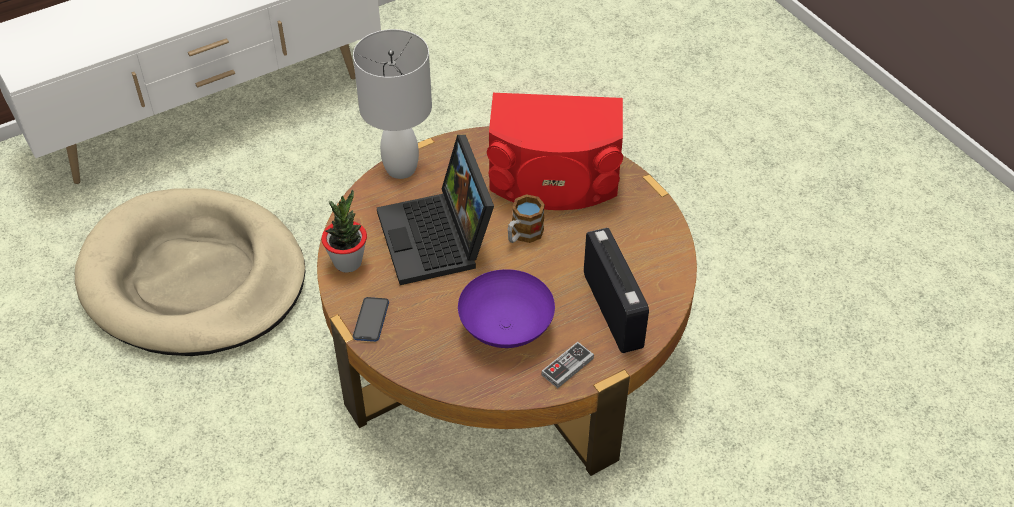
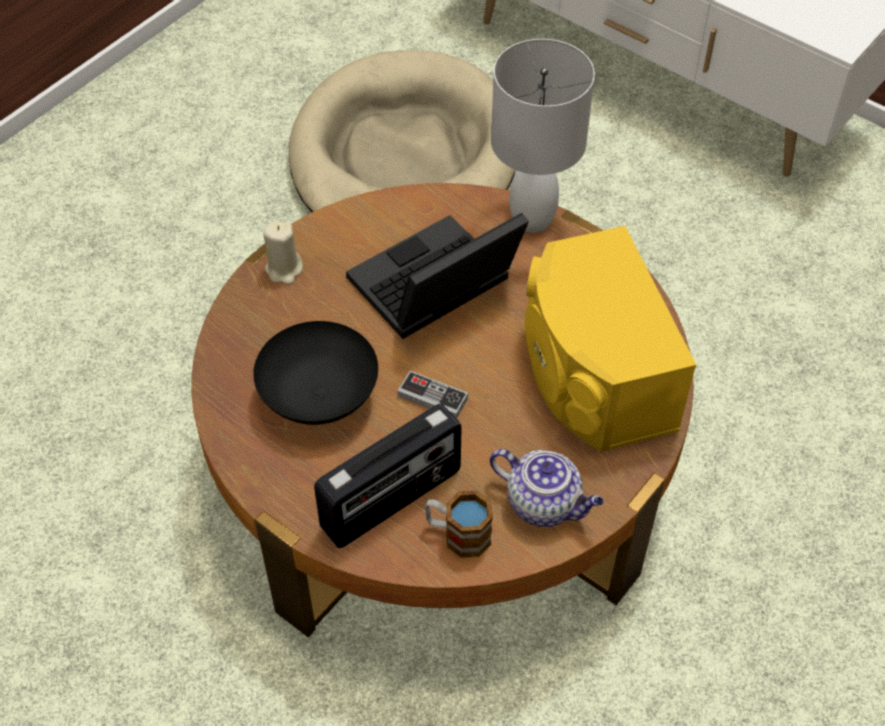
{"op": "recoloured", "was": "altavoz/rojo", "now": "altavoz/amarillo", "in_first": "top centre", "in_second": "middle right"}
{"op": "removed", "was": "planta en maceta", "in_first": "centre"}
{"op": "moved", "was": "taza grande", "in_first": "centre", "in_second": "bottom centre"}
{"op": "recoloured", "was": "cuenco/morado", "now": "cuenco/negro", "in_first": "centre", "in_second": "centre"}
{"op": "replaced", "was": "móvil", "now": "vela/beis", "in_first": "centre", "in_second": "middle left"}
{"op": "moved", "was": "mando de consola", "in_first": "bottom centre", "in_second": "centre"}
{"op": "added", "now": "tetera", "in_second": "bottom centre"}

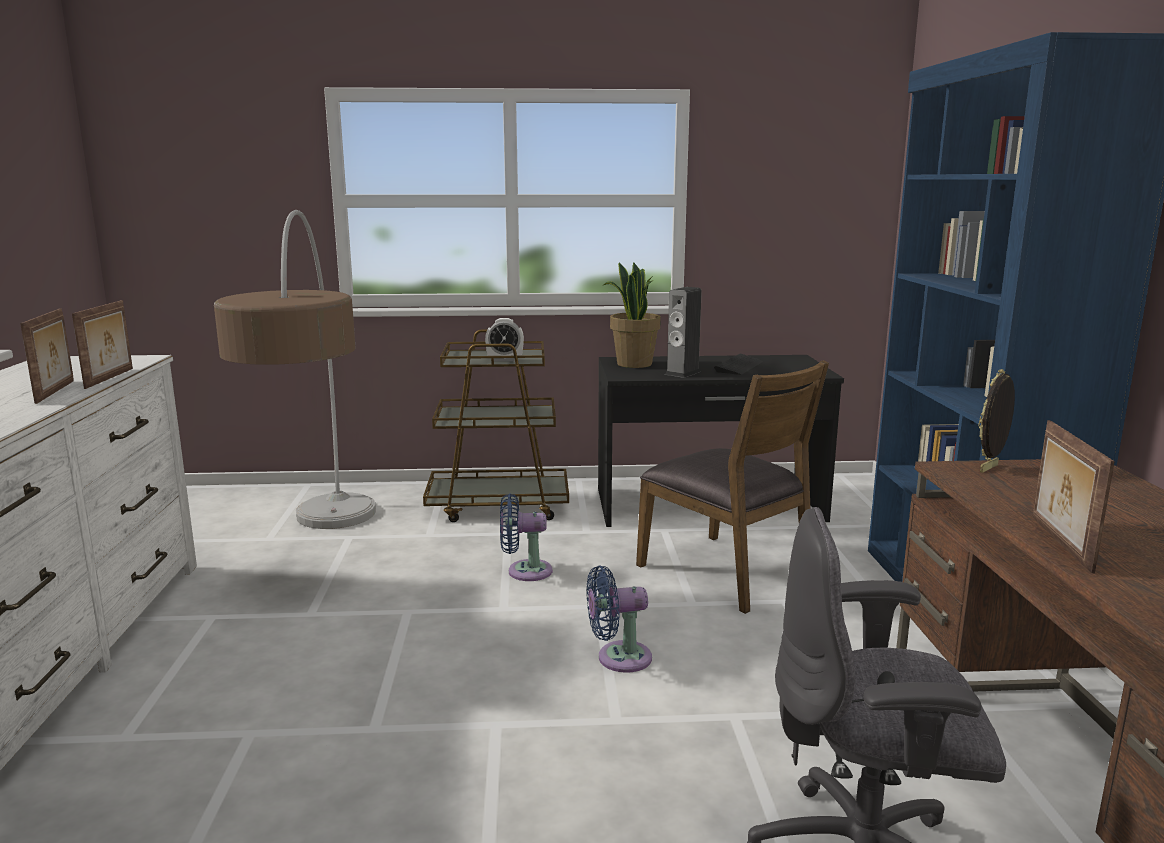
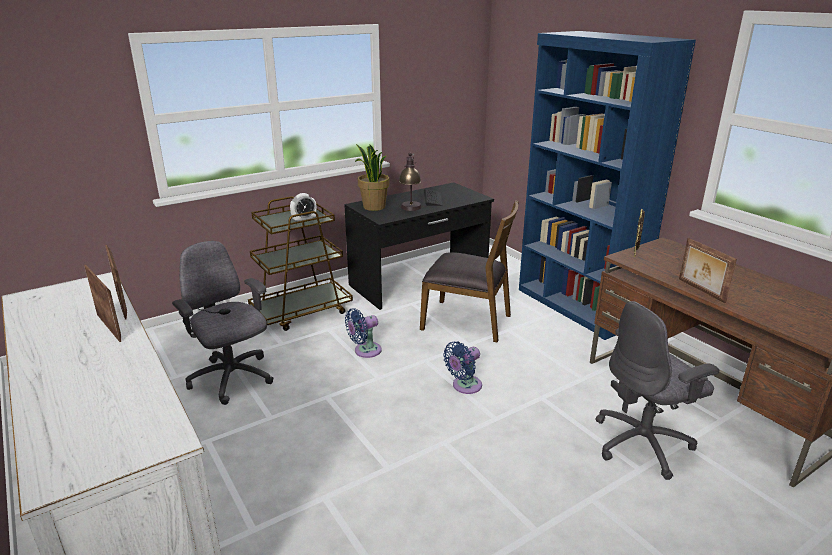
{"op": "replaced", "was": "lámpara de pie", "now": "silla de oficina/gris (1st from left)", "in_first": "middle left", "in_second": "middle left"}
{"op": "replaced", "was": "altavoz", "now": "lámpara de mesa", "in_first": "centre", "in_second": "top centre"}

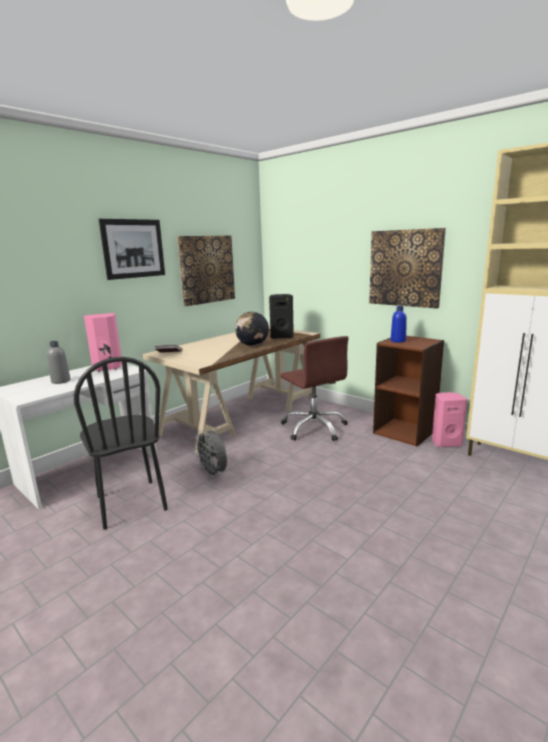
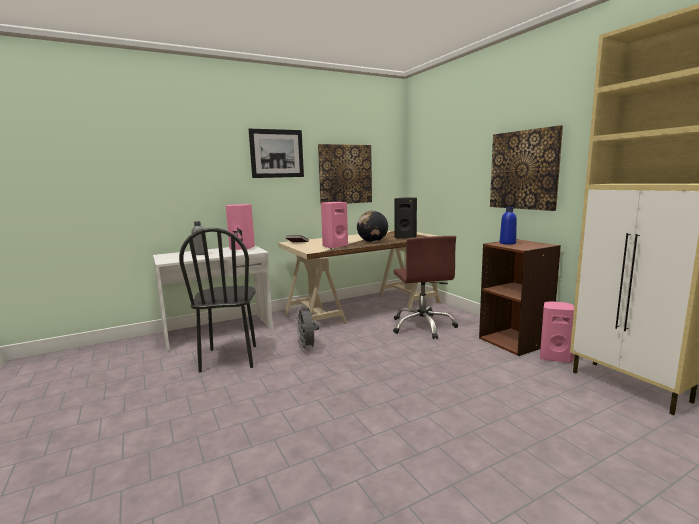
{"op": "added", "now": "altavoz/rosa (2nd from left)", "in_second": "centre"}

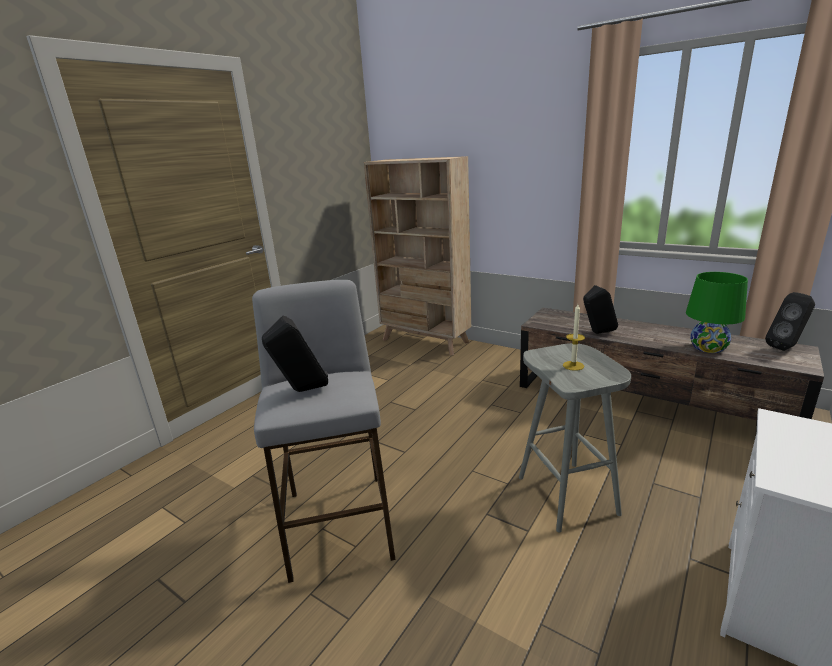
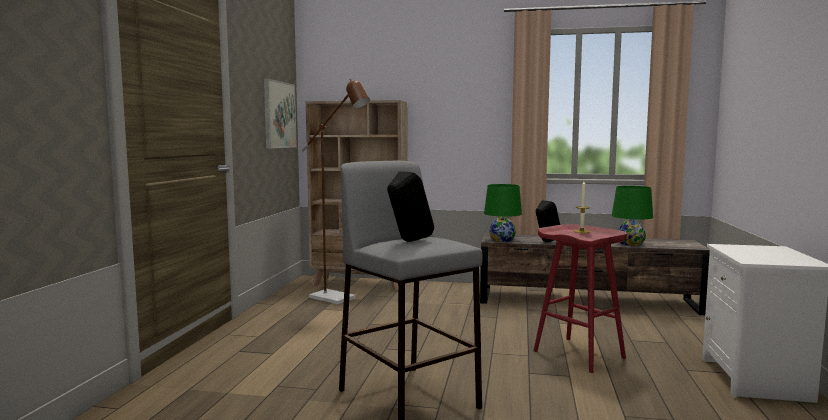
{"op": "removed", "was": "altavoz/negro (3rd from left)", "in_first": "middle right"}
{"op": "recoloured", "was": "taburete/gris (2nd from left)", "now": "taburete/rojo", "in_first": "middle right", "in_second": "bottom right"}
{"op": "added", "now": "cuadro", "in_second": "top centre"}
{"op": "added", "now": "lámpara de pie/marrón", "in_second": "centre"}
{"op": "added", "now": "lámpara de mesa/verde (1st from left)", "in_second": "centre"}

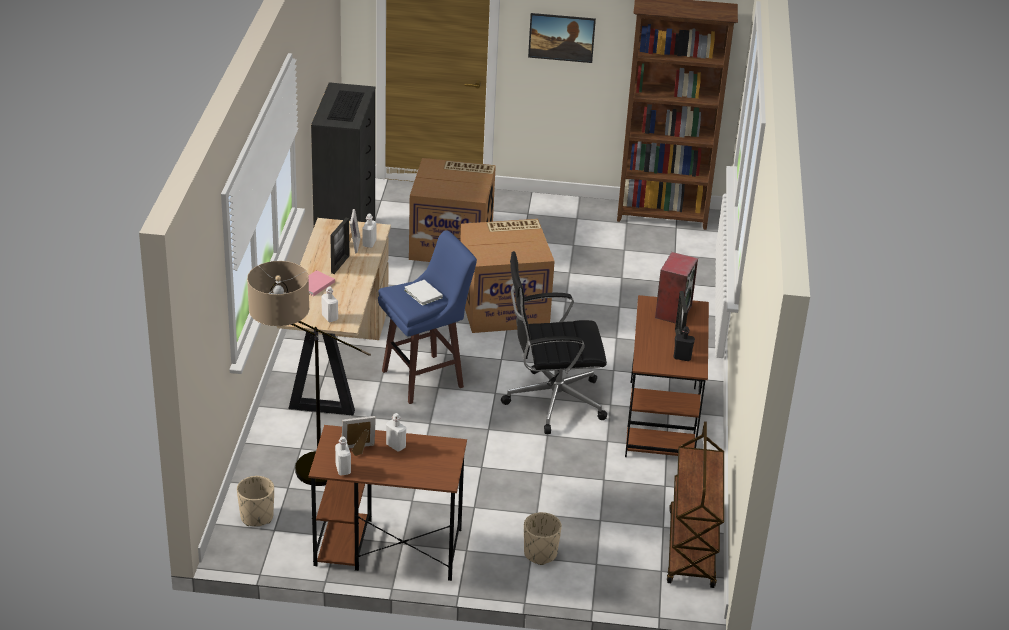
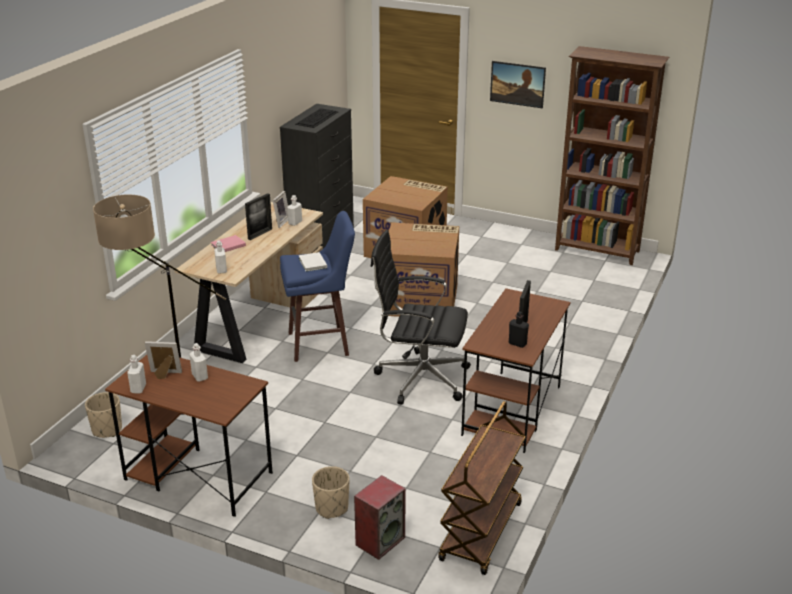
{"op": "moved", "was": "altavoz", "in_first": "middle right", "in_second": "bottom centre"}

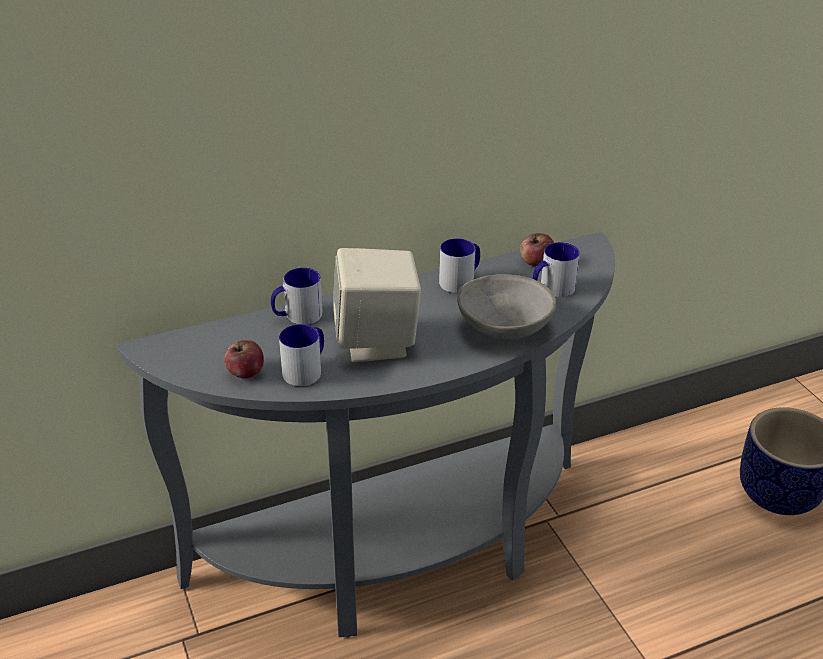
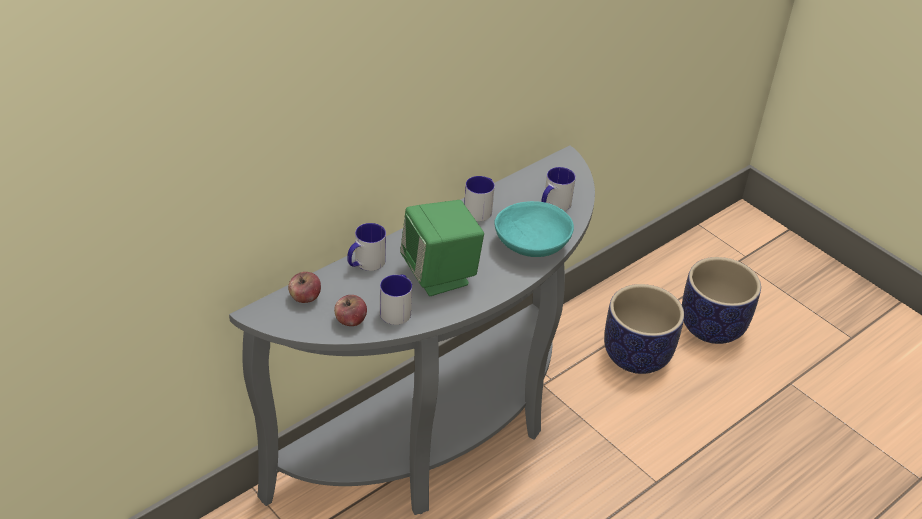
{"op": "moved", "was": "manzana (2nd from left in the first image)", "now": "manzana (1st from left)", "in_first": "centre", "in_second": "middle left"}
{"op": "recoloured", "was": "altavoz/beis", "now": "altavoz/verde", "in_first": "centre", "in_second": "centre"}
{"op": "recoloured", "was": "cuenco/gris", "now": "cuenco/turquesa", "in_first": "centre", "in_second": "centre"}
{"op": "added", "now": "maceta (1st from left)", "in_second": "middle right"}

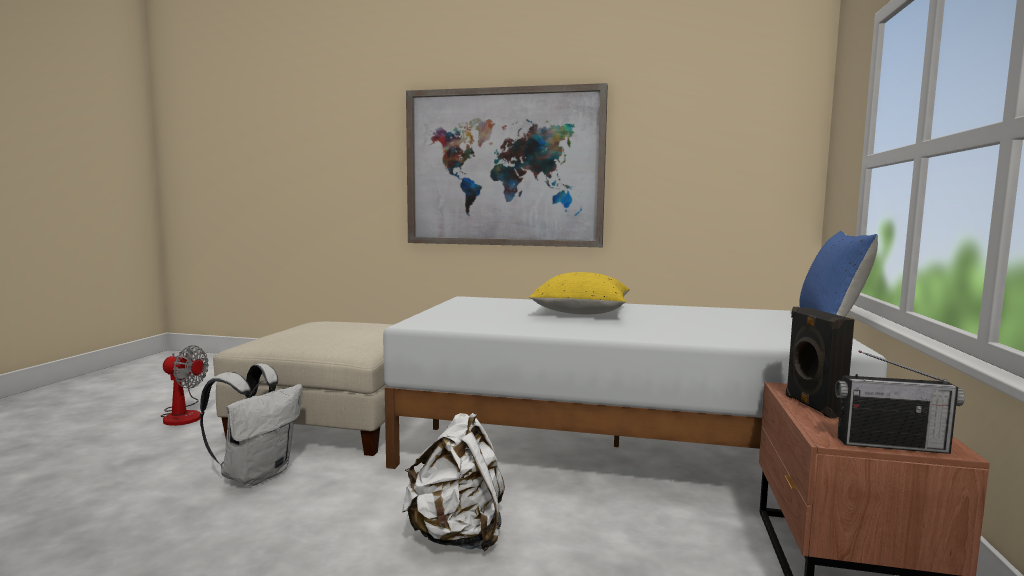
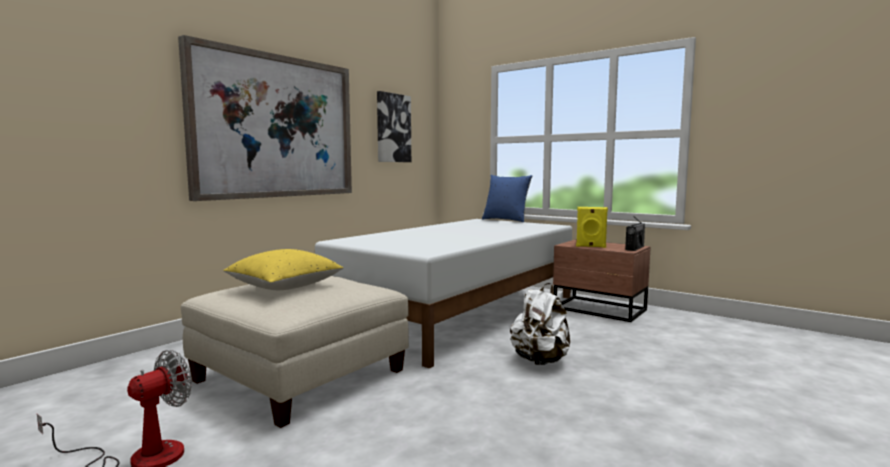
{"op": "moved", "was": "cojín/amarillo", "in_first": "centre", "in_second": "middle left"}
{"op": "recoloured", "was": "altavoz/negro", "now": "altavoz/amarillo", "in_first": "middle right", "in_second": "centre"}
{"op": "removed", "was": "mochila/blanco (1st from left)", "in_first": "bottom left"}
{"op": "added", "now": "cuadro (2nd from left)", "in_second": "top centre"}

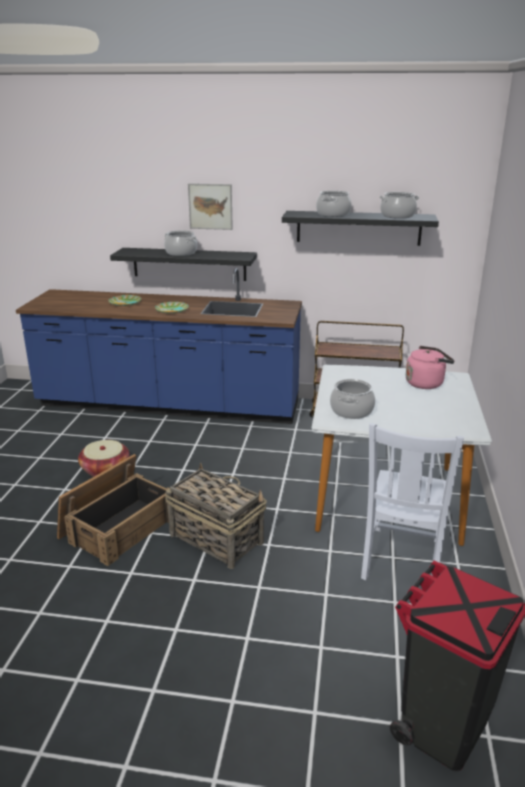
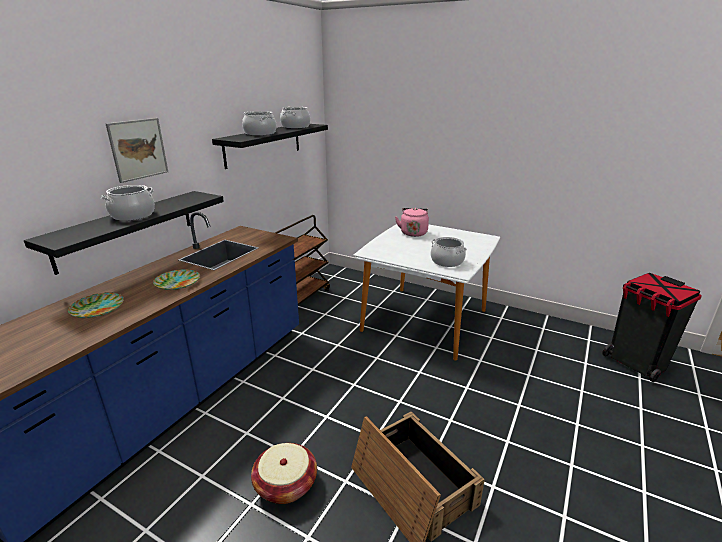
{"op": "removed", "was": "silla/blanco", "in_first": "middle right"}
{"op": "removed", "was": "cesta (2nd from left)", "in_first": "centre"}

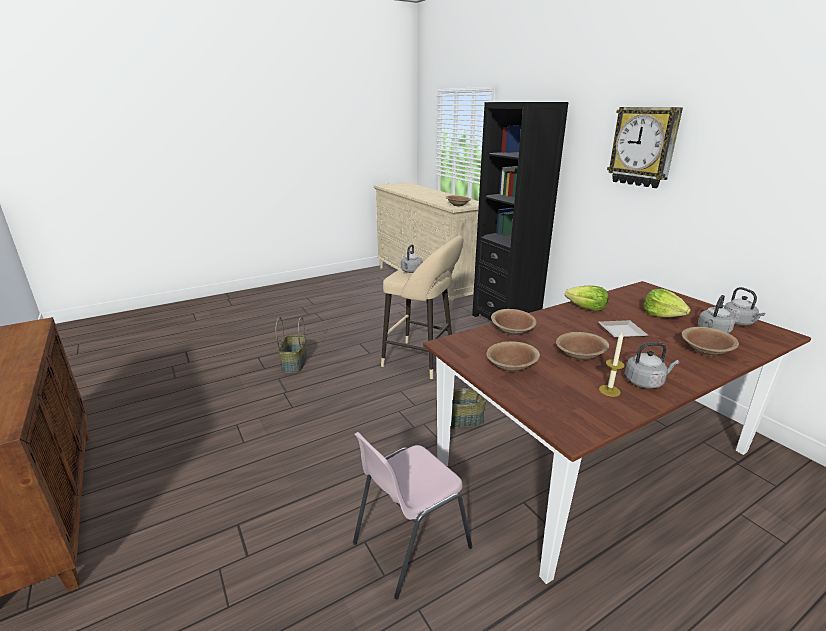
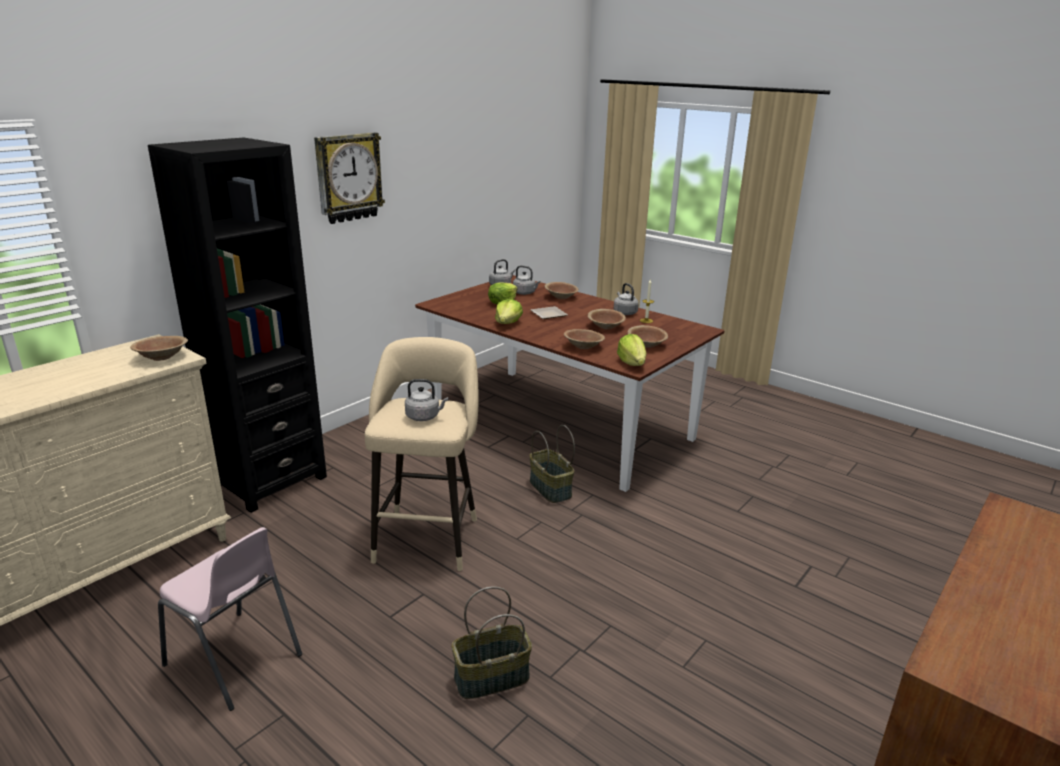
{"op": "moved", "was": "silla/rosa", "in_first": "bottom centre", "in_second": "bottom left"}
{"op": "added", "now": "lechuga (3rd from left)", "in_second": "centre"}

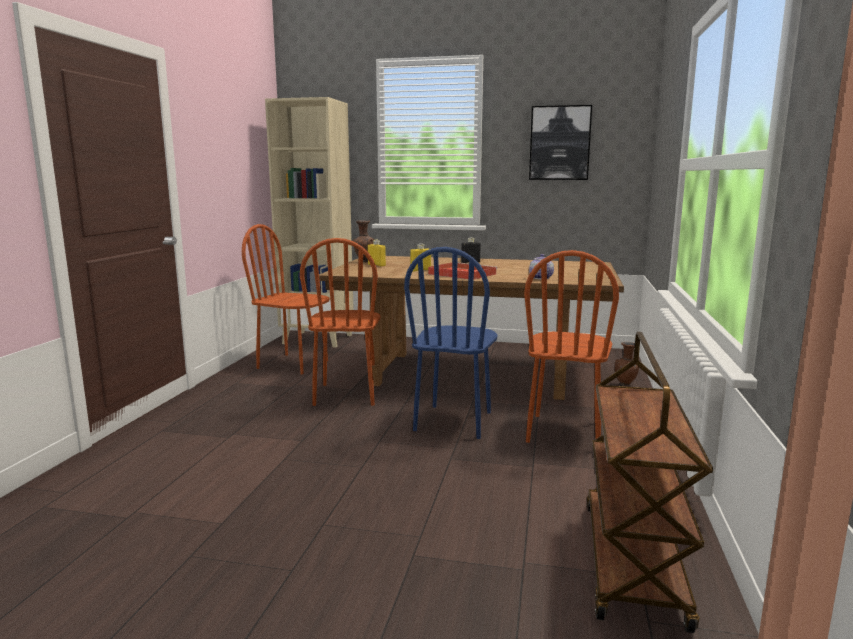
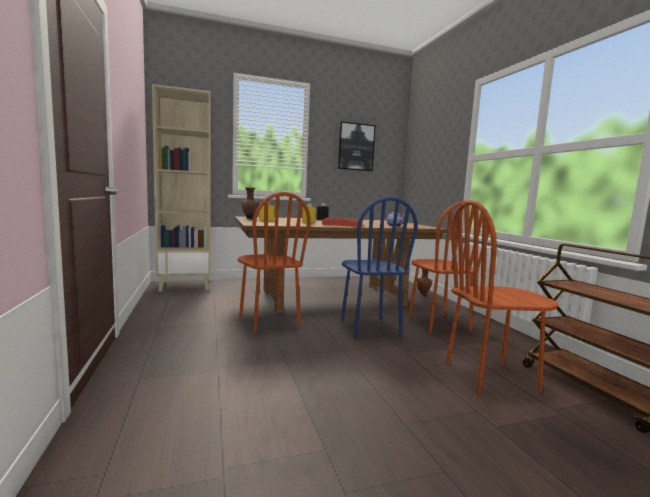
{"op": "moved", "was": "silla/marrón (1st from left in the first image)", "now": "silla/marrón (3rd from left)", "in_first": "centre", "in_second": "middle right"}

